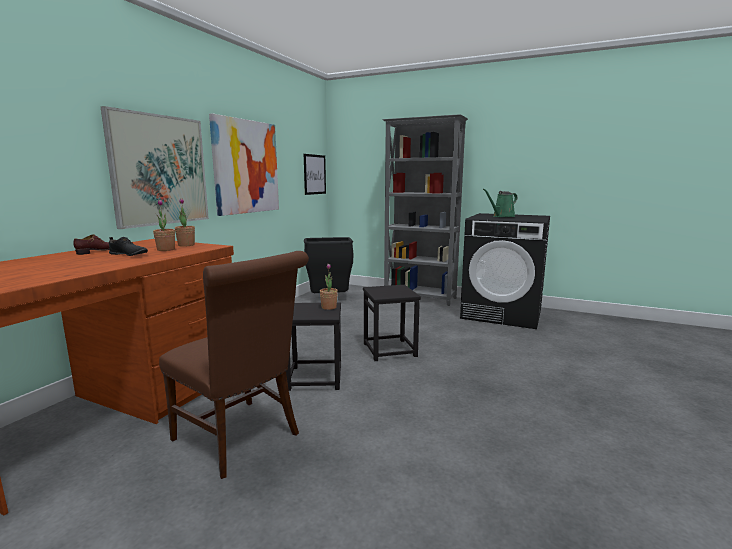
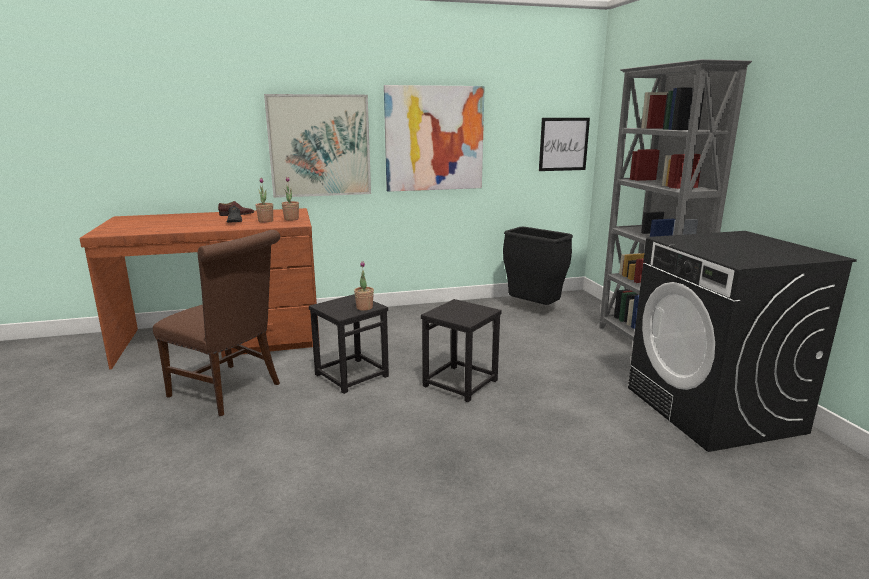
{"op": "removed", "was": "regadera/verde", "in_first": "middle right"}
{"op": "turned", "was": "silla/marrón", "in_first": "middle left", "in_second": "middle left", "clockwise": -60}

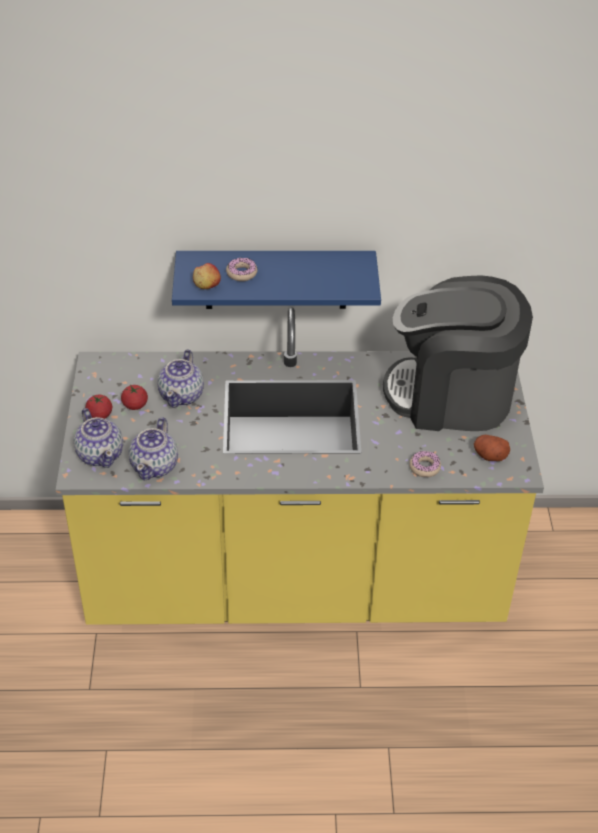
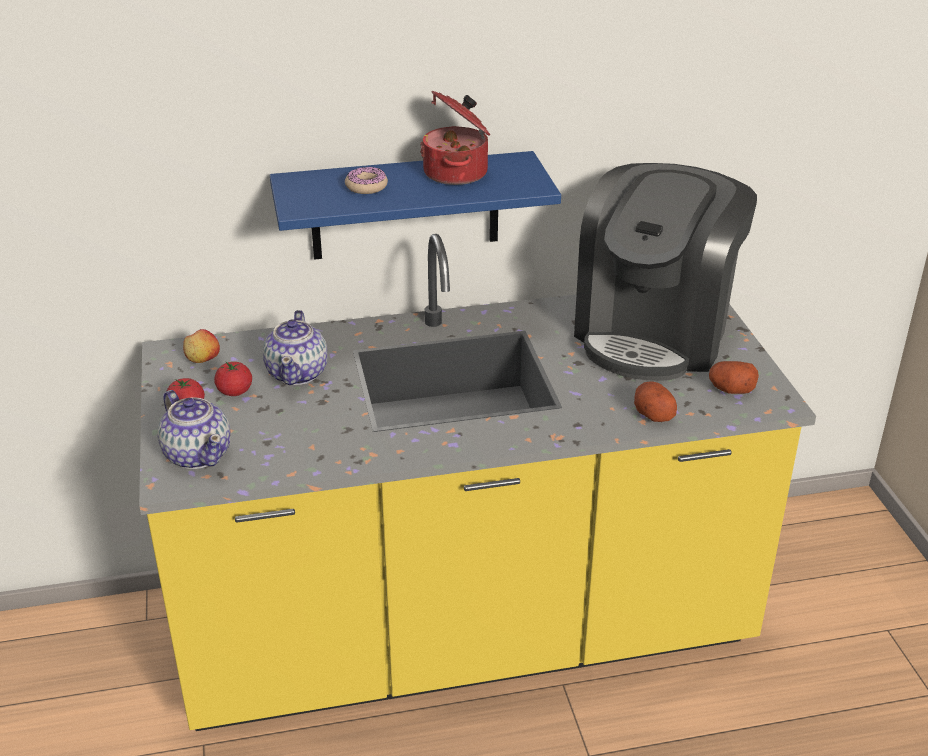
{"op": "moved", "was": "manzana", "in_first": "top centre", "in_second": "middle left"}
{"op": "turned", "was": "cafetera", "in_first": "middle right", "in_second": "middle right", "clockwise": -60}
{"op": "removed", "was": "tetera (2nd from left)", "in_first": "middle left"}
{"op": "replaced", "was": "rosquilla (2nd from left)", "now": "patata (1st from left)", "in_first": "middle right", "in_second": "middle right"}
{"op": "added", "now": "olla", "in_second": "top centre"}

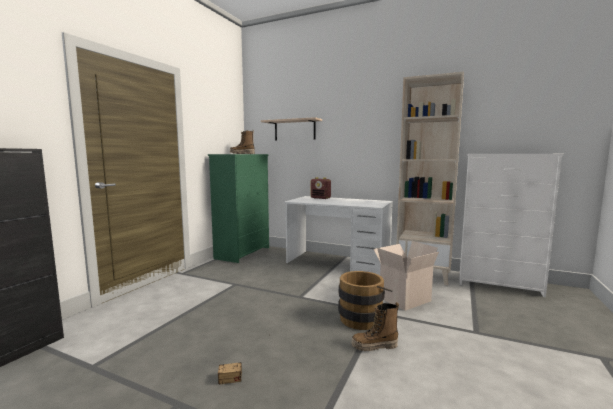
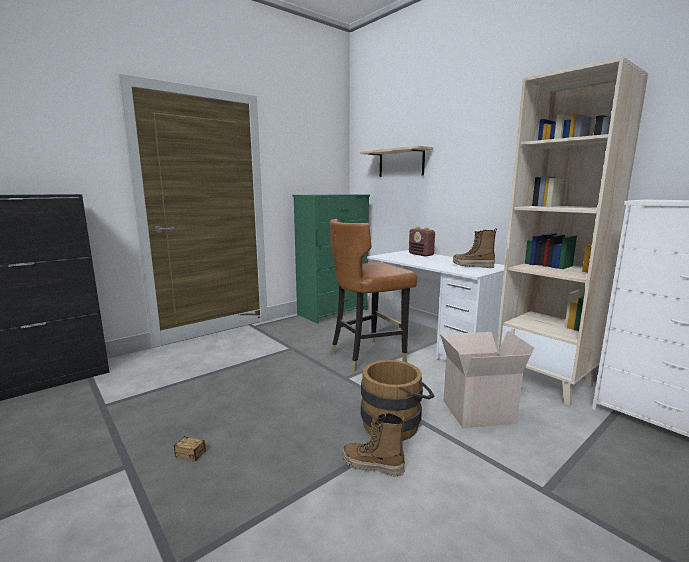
{"op": "moved", "was": "bota (1st from left in the first image)", "now": "bota (2nd from left)", "in_first": "centre", "in_second": "middle right"}
{"op": "added", "now": "silla/marrón", "in_second": "centre"}

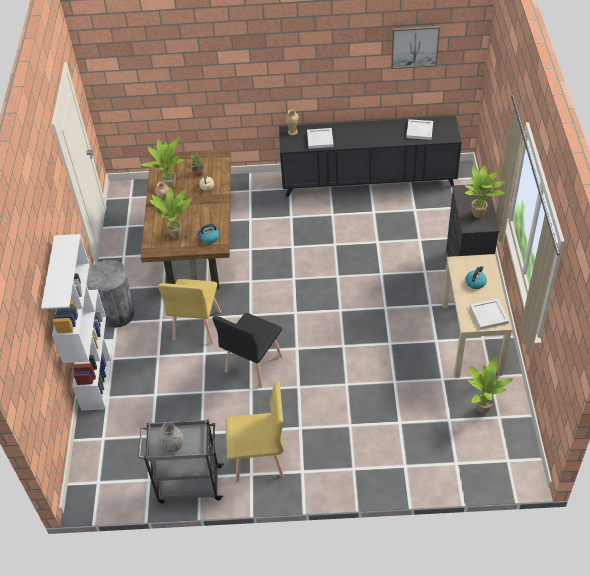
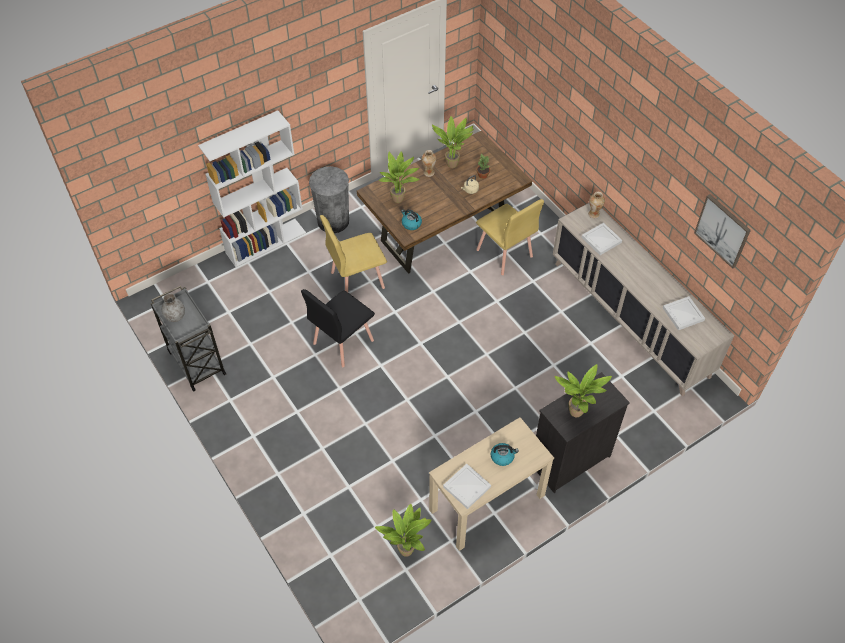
{"op": "recoloured", "was": "armario/negro", "now": "armario/beis", "in_first": "top centre", "in_second": "middle right"}
{"op": "turned", "was": "silla/negro", "in_first": "centre", "in_second": "centre", "clockwise": -45}
{"op": "moved", "was": "silla/amarillo (2nd from left)", "in_first": "bottom centre", "in_second": "centre"}

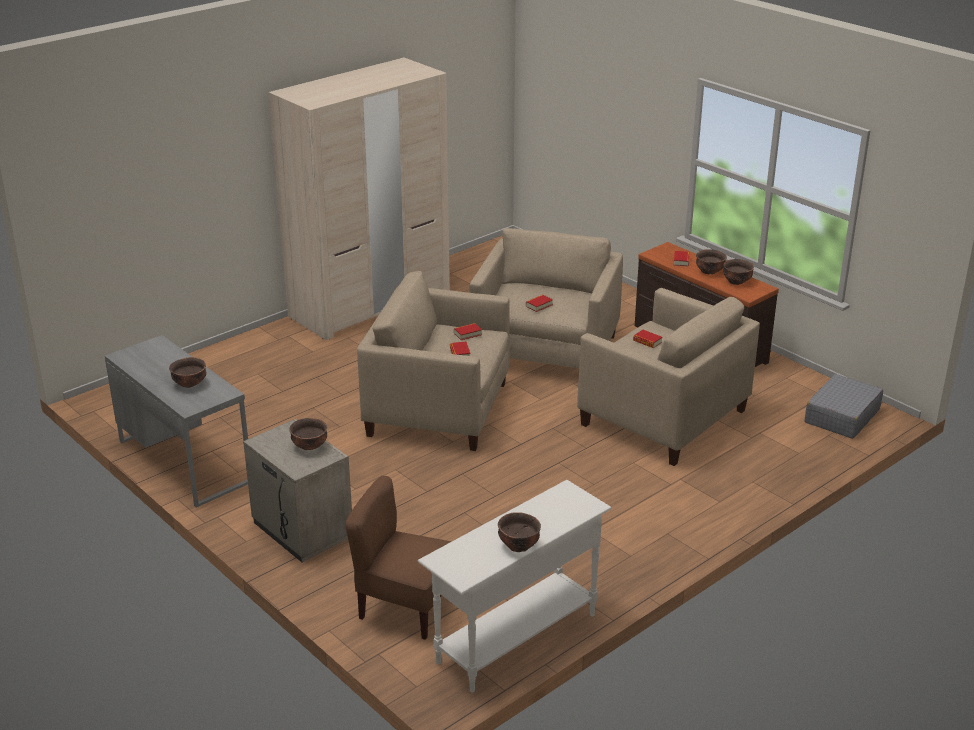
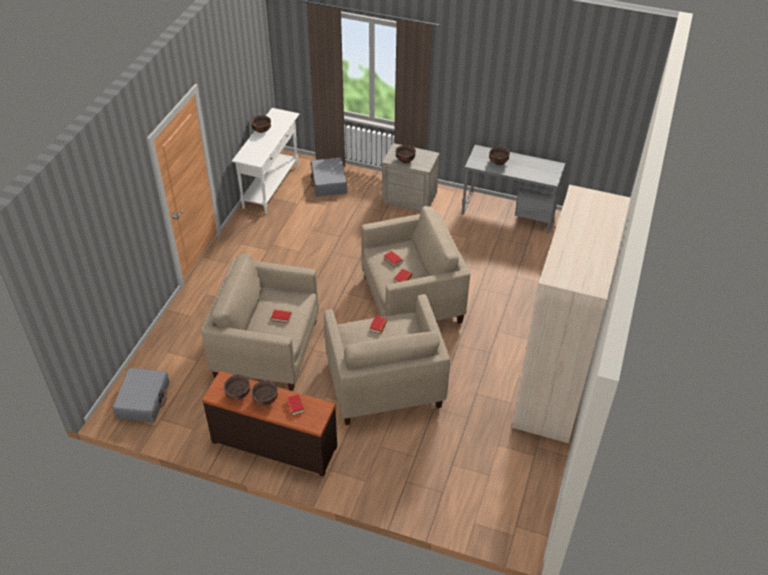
{"op": "replaced", "was": "silla/marrón", "now": "maleta/gris (2nd from left)", "in_first": "bottom centre", "in_second": "top centre"}

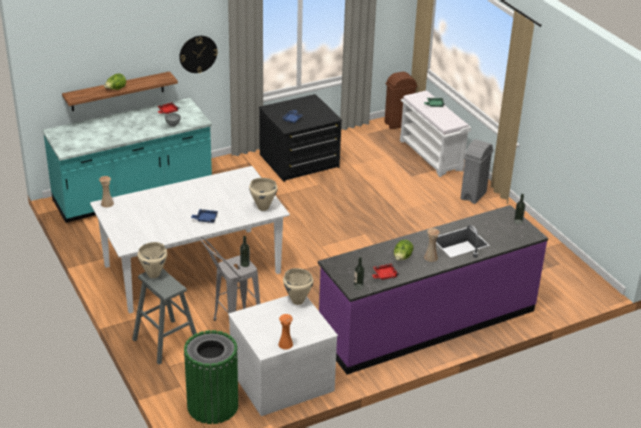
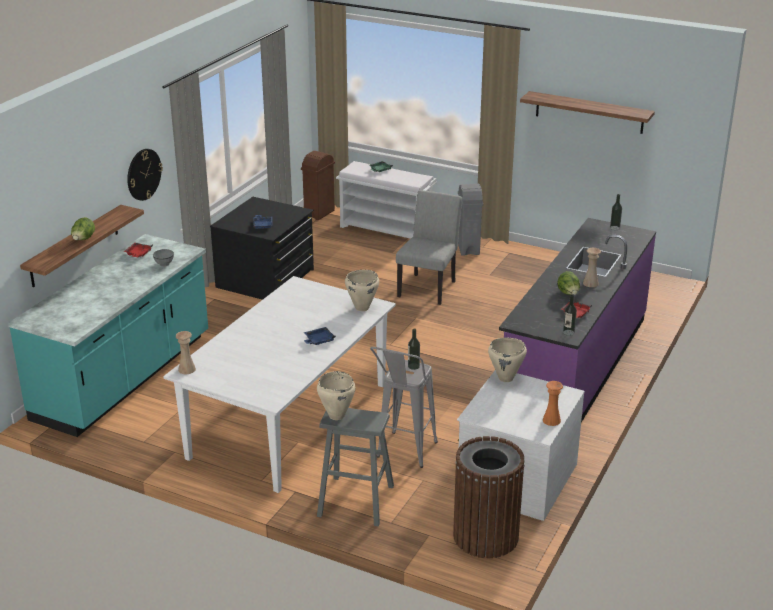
{"op": "recoloured", "was": "papelera/verde", "now": "papelera/marrón (2nd from left)", "in_first": "bottom left", "in_second": "bottom centre"}
{"op": "added", "now": "estante (2nd from left)", "in_second": "top right"}
{"op": "added", "now": "silla/gris", "in_second": "centre"}

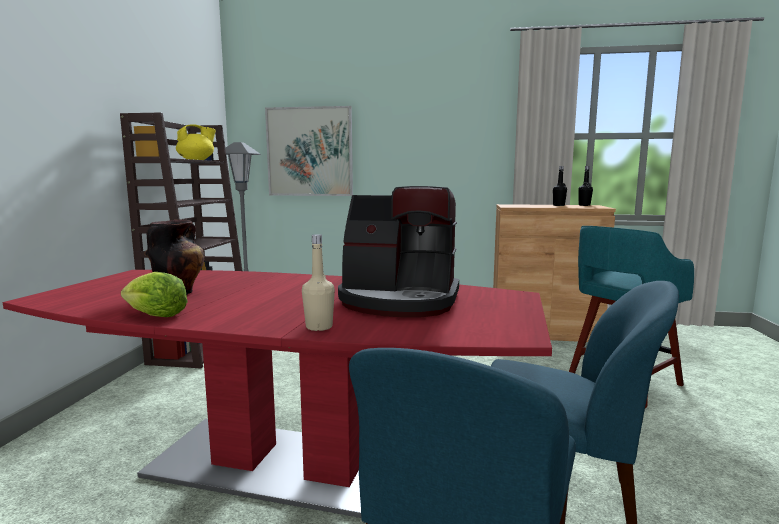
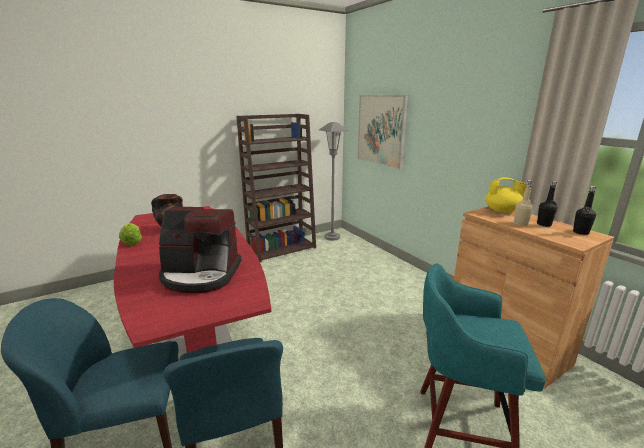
{"op": "moved", "was": "tetera/amarillo", "in_first": "top left", "in_second": "middle right"}
{"op": "turned", "was": "cafetera", "in_first": "centre", "in_second": "middle left", "clockwise": -60}
{"op": "moved", "was": "botella/beis", "in_first": "centre", "in_second": "middle right"}

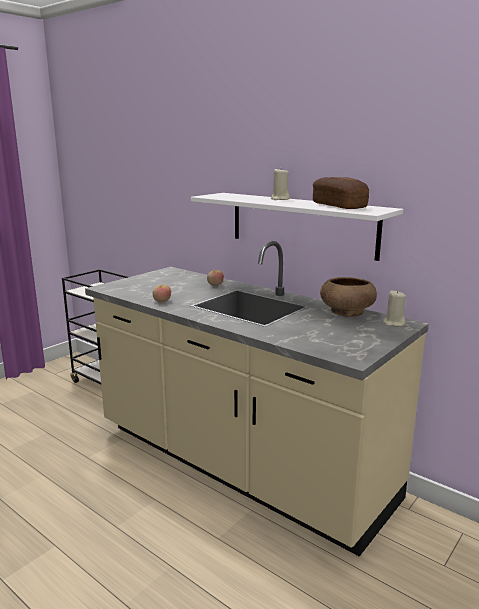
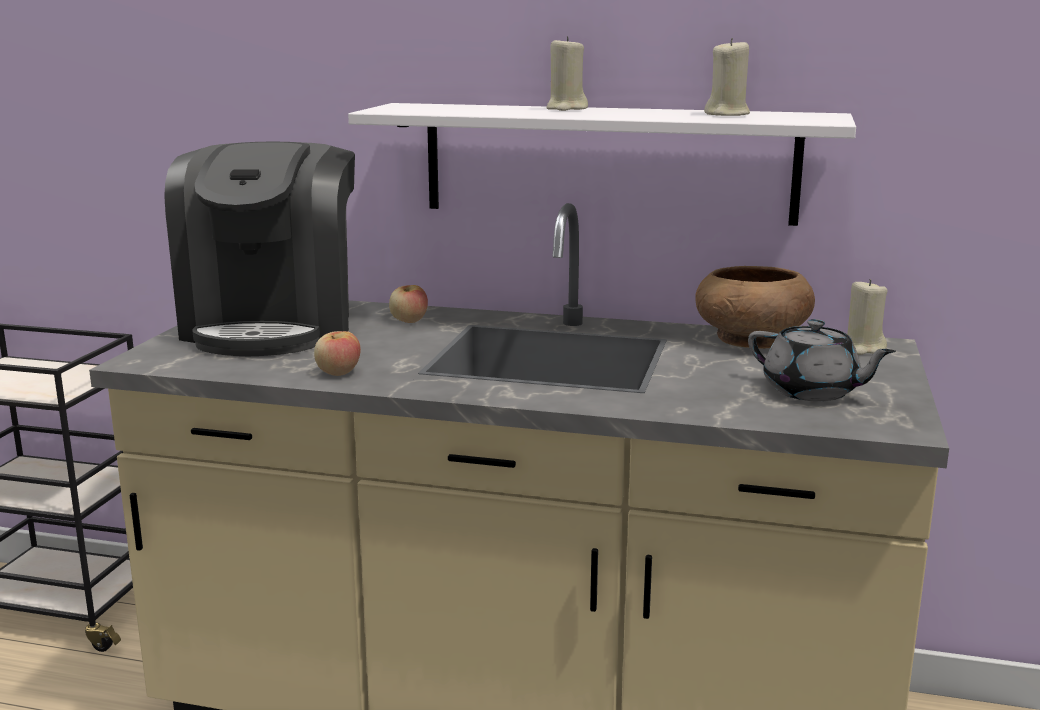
{"op": "replaced", "was": "pan", "now": "vela/beis (2nd from left)", "in_first": "top right", "in_second": "top right"}
{"op": "added", "now": "cafetera", "in_second": "middle left"}
{"op": "added", "now": "tetera/gris", "in_second": "middle right"}

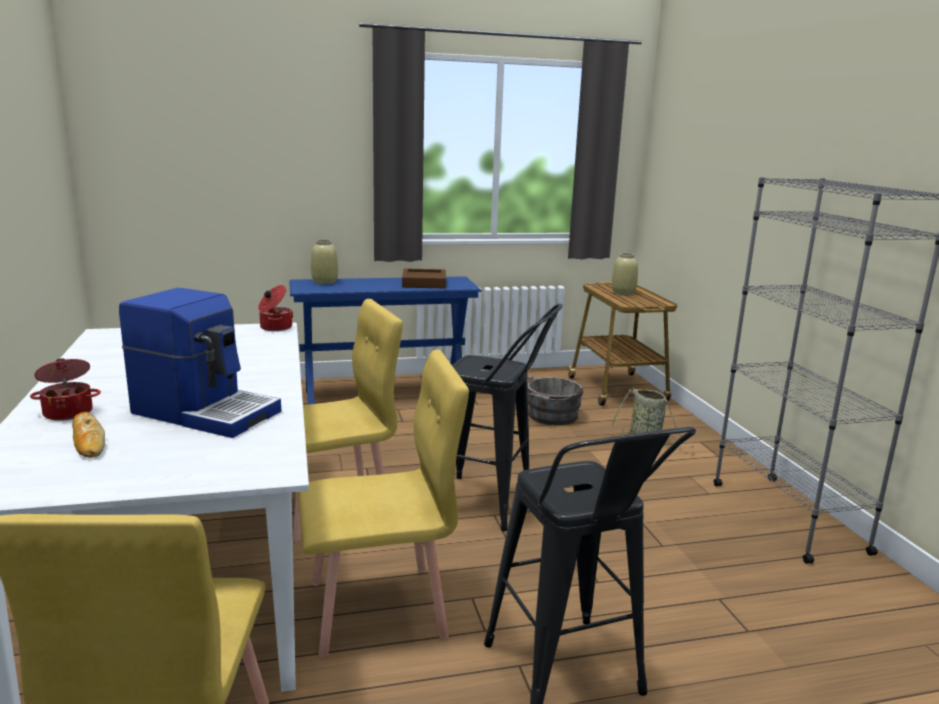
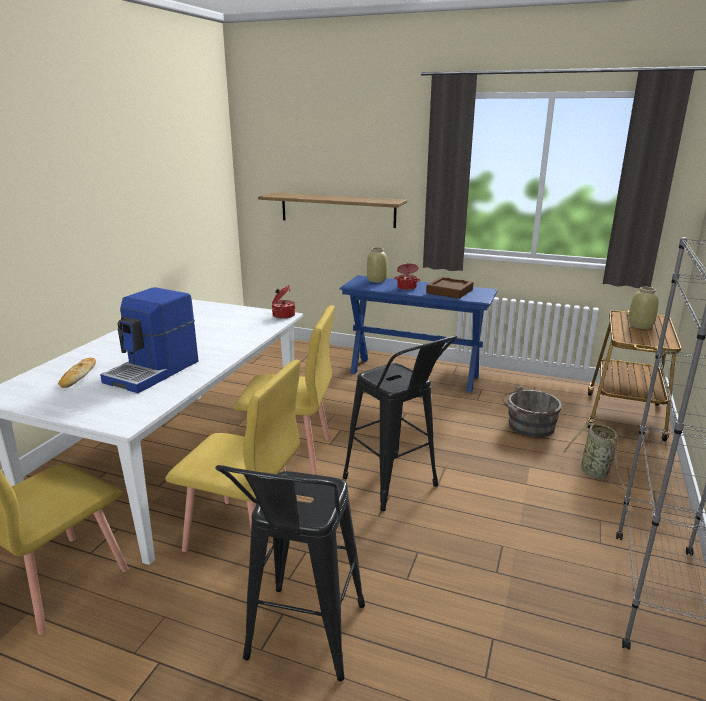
{"op": "turned", "was": "cafetera", "in_first": "middle left", "in_second": "middle left", "clockwise": 60}
{"op": "moved", "was": "olla (1st from left in the first image)", "now": "olla (2nd from left)", "in_first": "middle left", "in_second": "centre"}
{"op": "added", "now": "estante", "in_second": "top centre"}

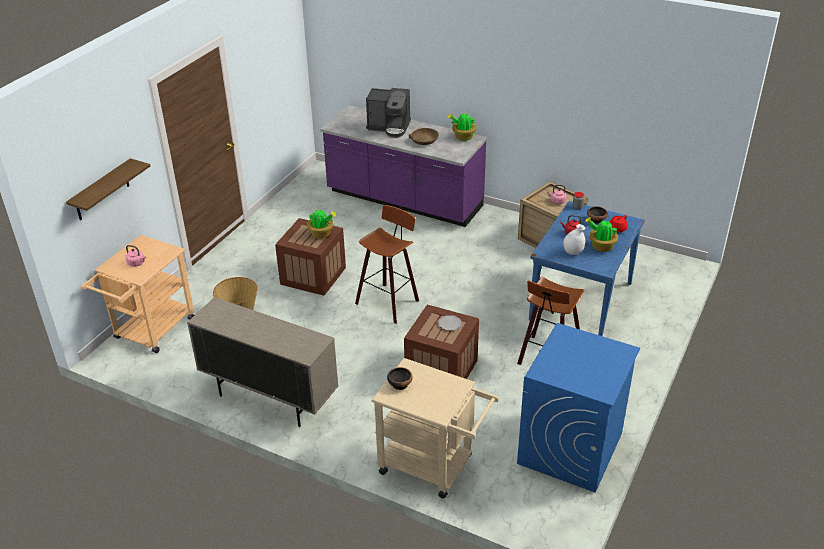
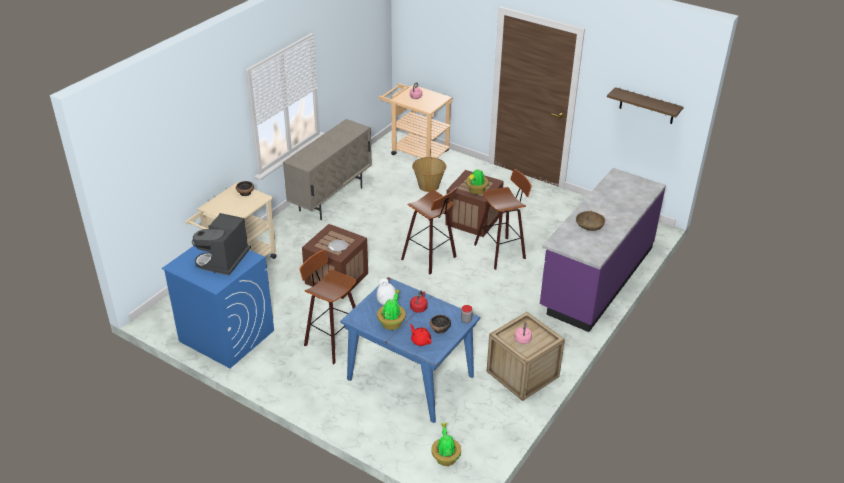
{"op": "moved", "was": "cafetera", "in_first": "top centre", "in_second": "middle left"}
{"op": "moved", "was": "planta en maceta (2nd from left)", "in_first": "top centre", "in_second": "bottom centre"}
{"op": "moved", "was": "estante", "in_first": "middle left", "in_second": "top right"}
{"op": "added", "now": "taburete (3rd from left)", "in_second": "centre"}

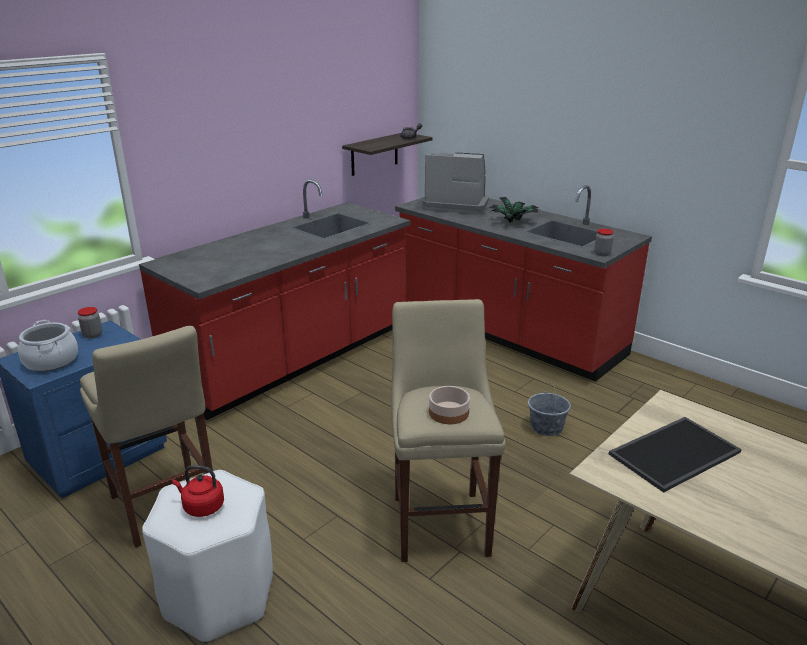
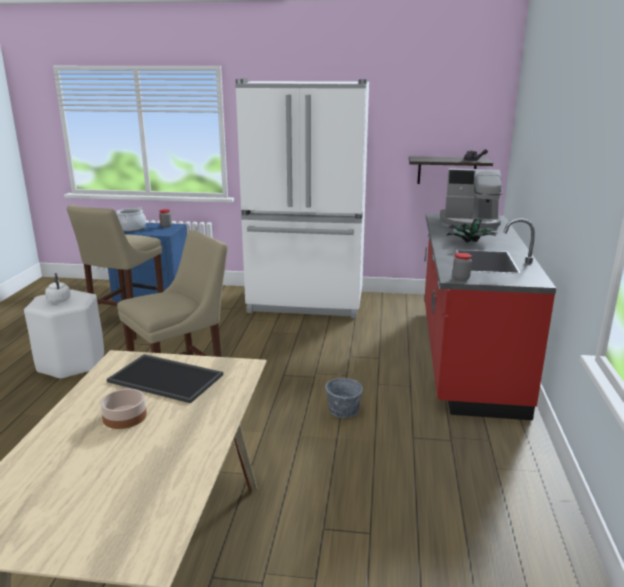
{"op": "turned", "was": "cafetera", "in_first": "top centre", "in_second": "middle right", "clockwise": 120}
{"op": "replaced", "was": "mueble bajo de cocina/rojo (1st from left)", "now": "nevera/blanco", "in_first": "centre", "in_second": "centre"}
{"op": "moved", "was": "cuenco", "in_first": "centre", "in_second": "bottom left"}
{"op": "recoloured", "was": "hervidor/rojo", "now": "hervidor/blanco", "in_first": "bottom left", "in_second": "middle left"}

